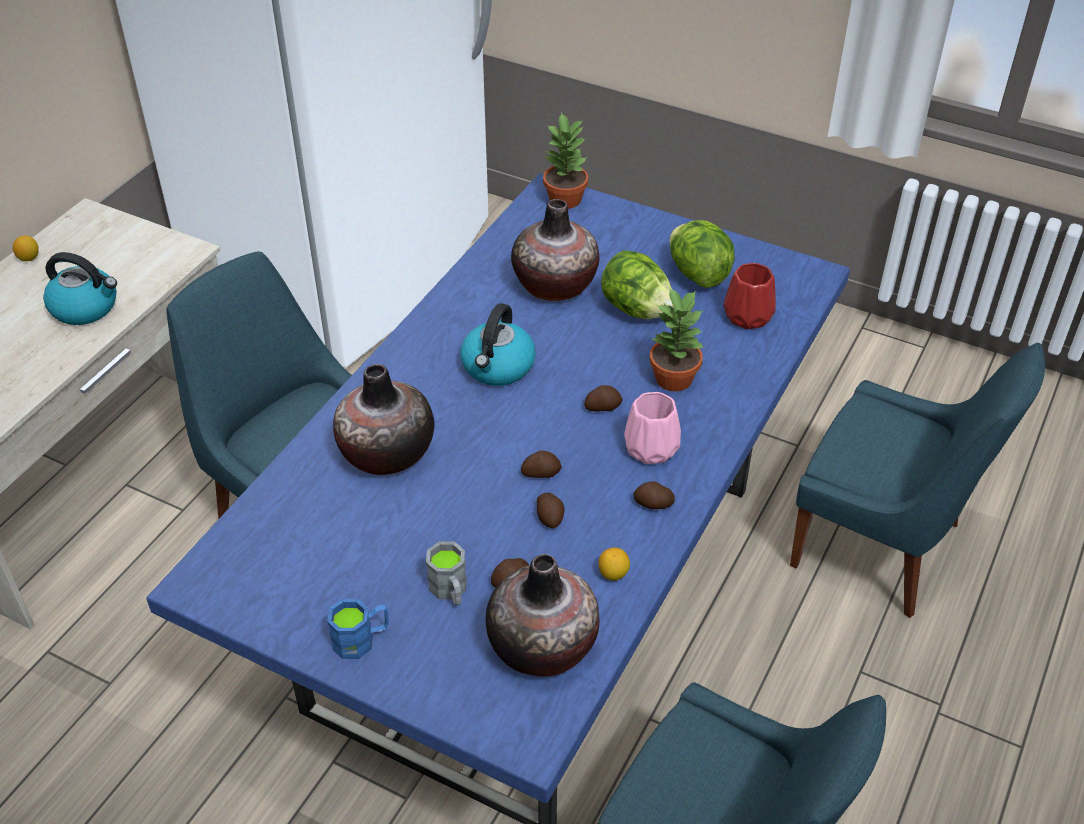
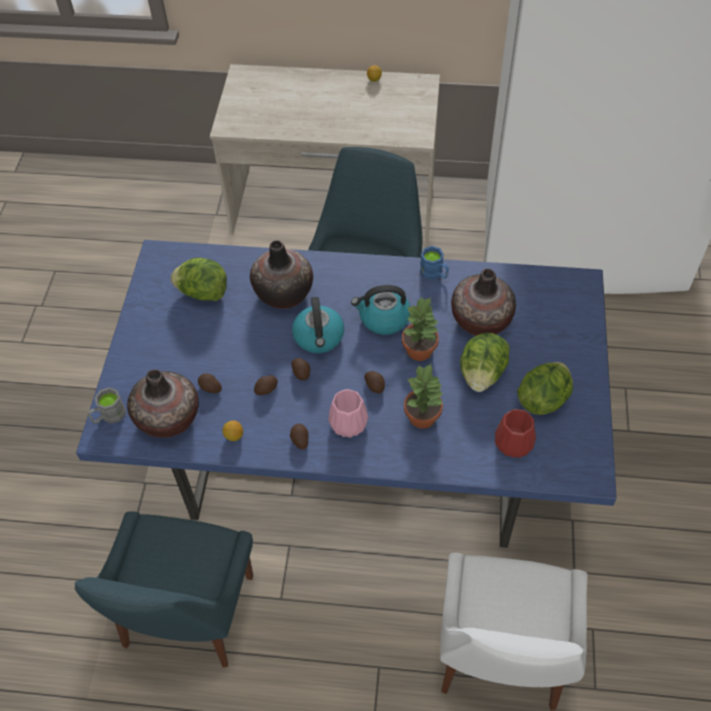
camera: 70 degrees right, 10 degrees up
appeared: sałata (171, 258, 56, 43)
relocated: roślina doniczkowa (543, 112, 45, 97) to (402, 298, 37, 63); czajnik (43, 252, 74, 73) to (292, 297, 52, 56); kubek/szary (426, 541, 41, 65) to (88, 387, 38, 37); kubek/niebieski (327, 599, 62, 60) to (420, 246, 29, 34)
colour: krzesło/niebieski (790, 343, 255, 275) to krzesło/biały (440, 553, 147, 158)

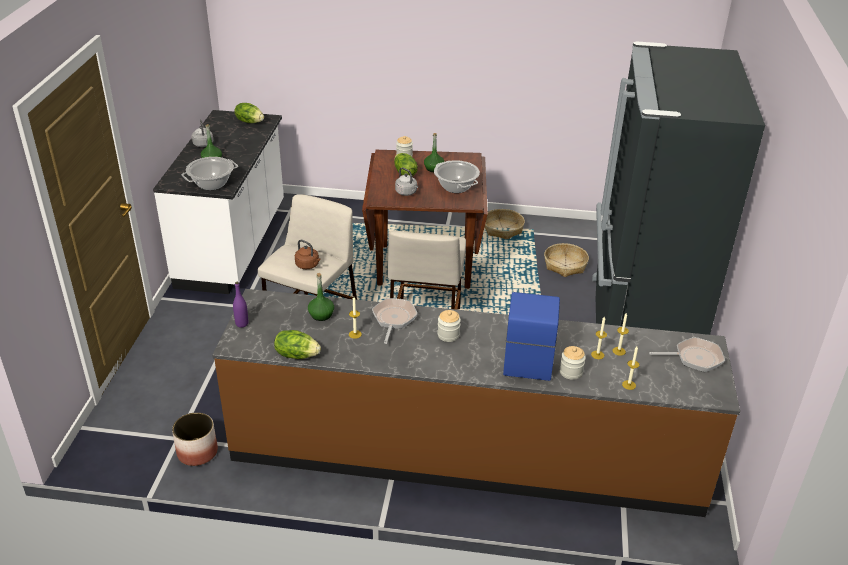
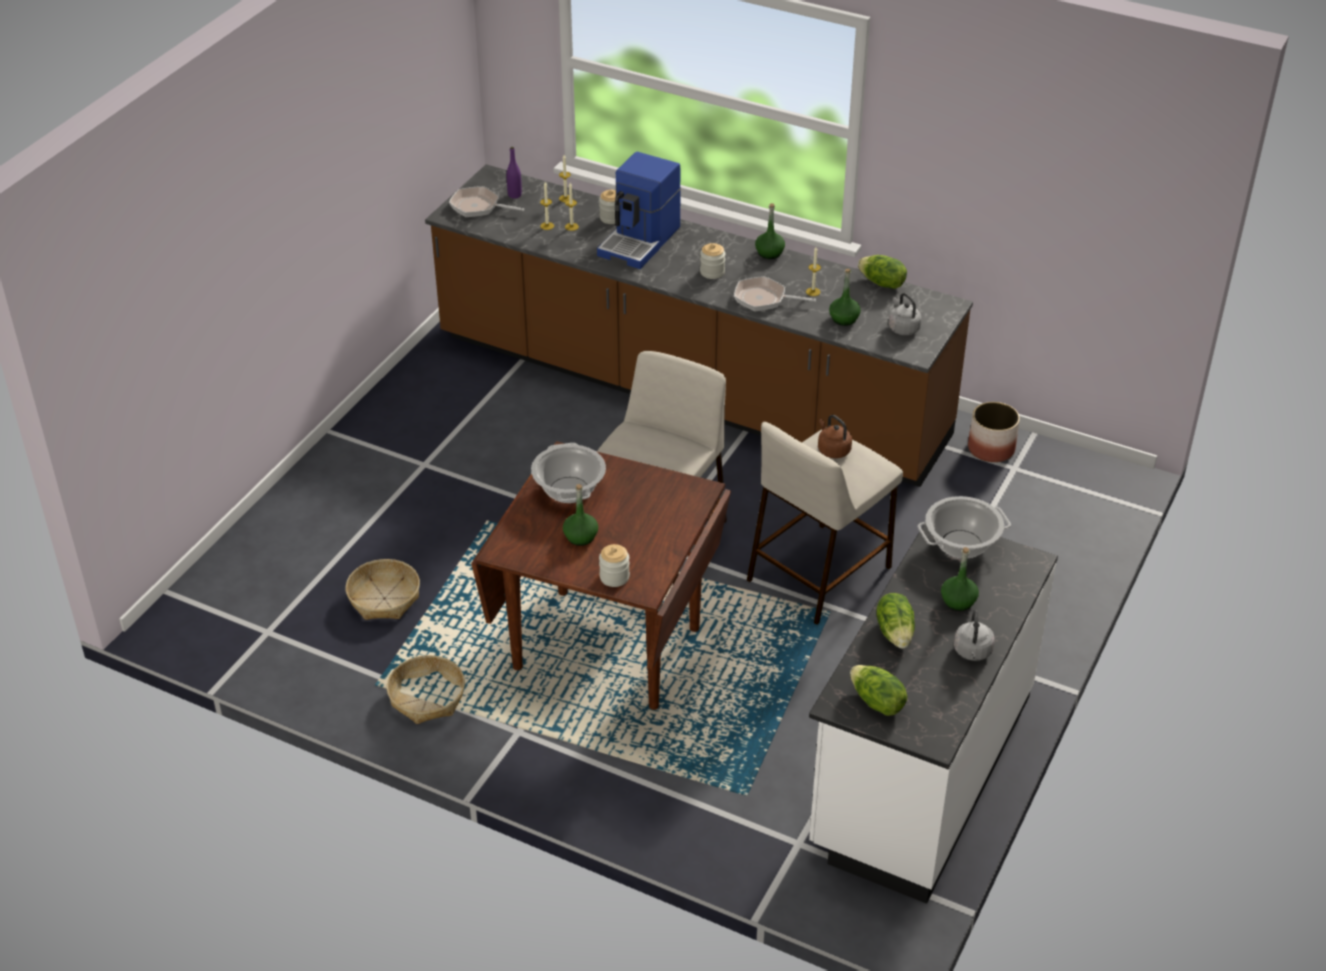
camera: 160 degrees left, 5 degrees up
missing: lodówka/czarny (592, 41, 173, 294)
appeared: butelka/zielony (755, 203, 30, 56)
relocated: sałata (394, 153, 24, 23) to (876, 593, 39, 56); czajnik/szary (395, 167, 23, 29) to (889, 293, 33, 42); butelka/fioletowy (233, 282, 15, 46) to (506, 147, 16, 52)
spun: patelnia (372, 298, 45, 46) = (734, 276, 82, 36) 75 degrees clockwise

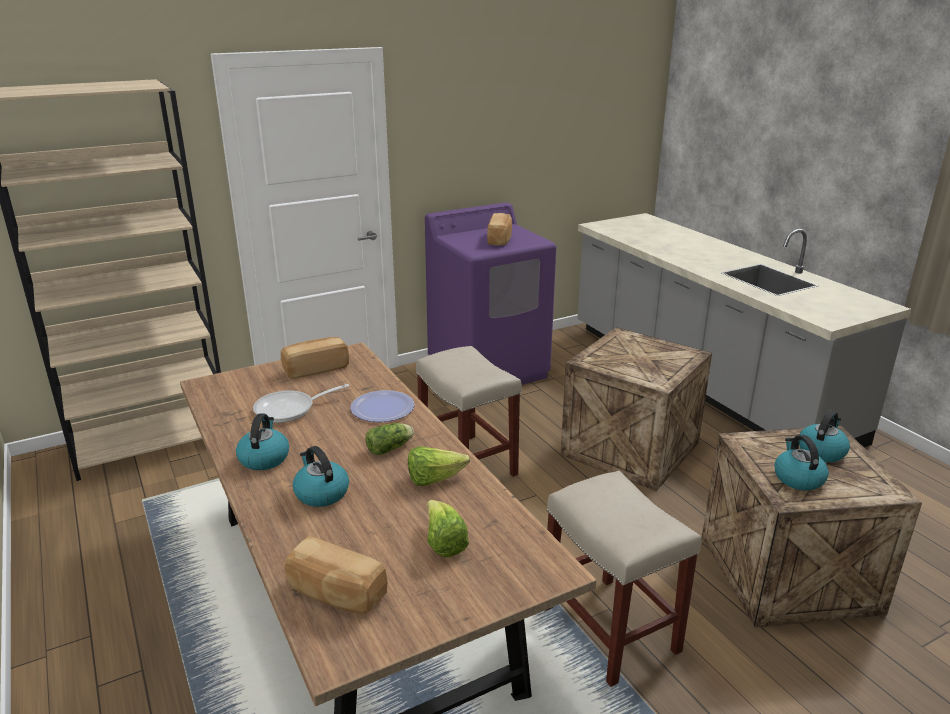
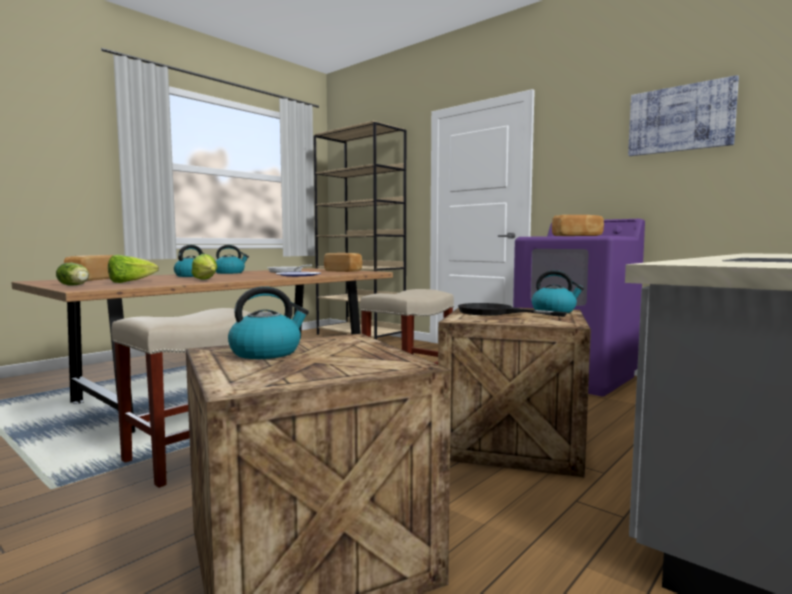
camera: 70 degrees right, 20 degrees down
appeared: obraz (628, 75, 111, 81); patelnia/czarny (458, 303, 109, 14)
relocated: czajnik (799, 411, 51, 51) to (531, 270, 53, 43); sałata (365, 423, 49, 32) to (56, 263, 33, 23)

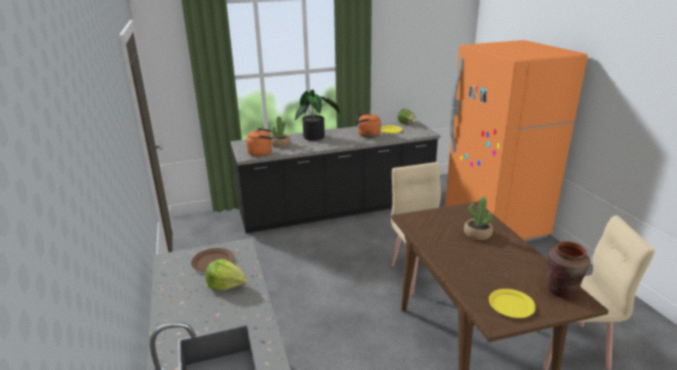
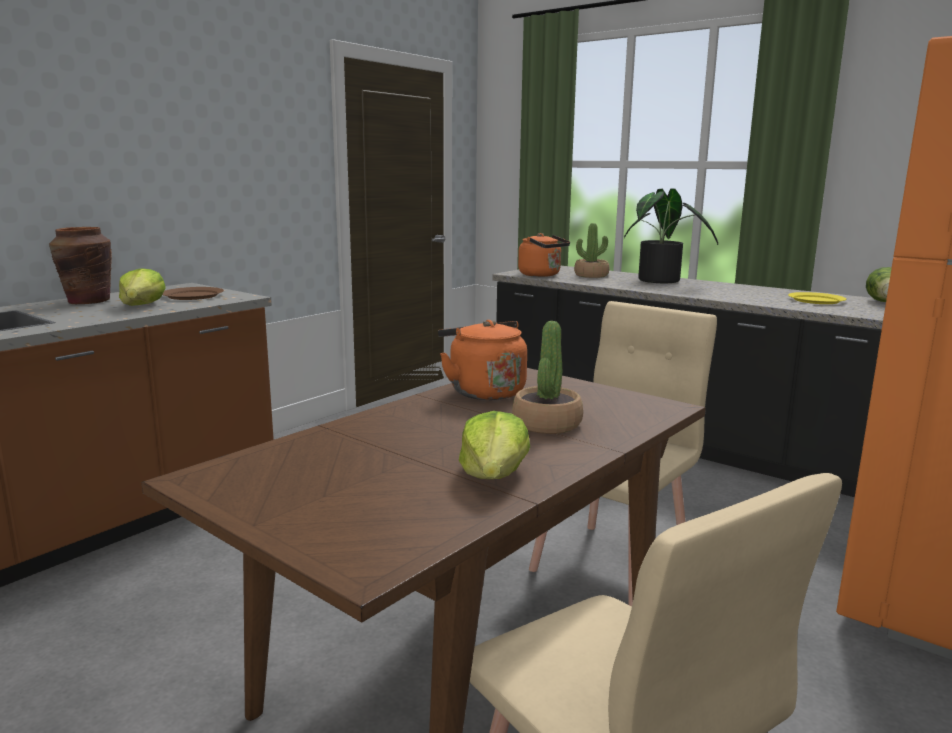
camera: 55 degrees right, 10 degrees down
missing: talerz/żółty (489, 289, 47, 29)
appeared: sałata (459, 411, 71, 68)
relocated: czajnik/pomarańczowy (356, 112, 25, 26) to (438, 320, 89, 80); wazon/brązowy (547, 241, 43, 57) to (49, 227, 63, 77)

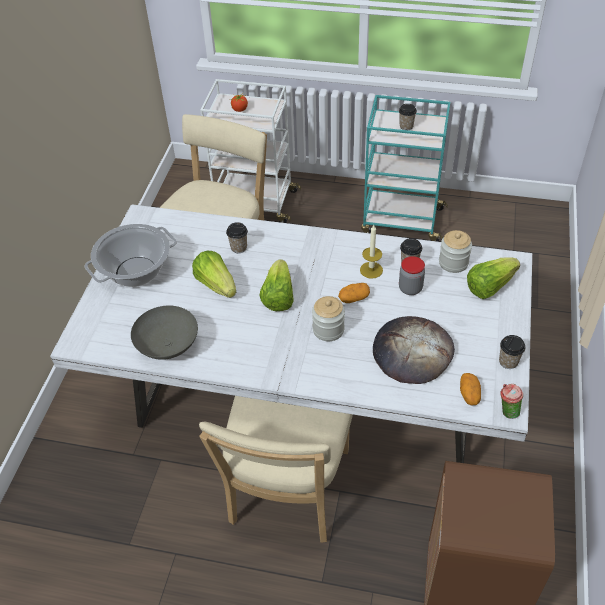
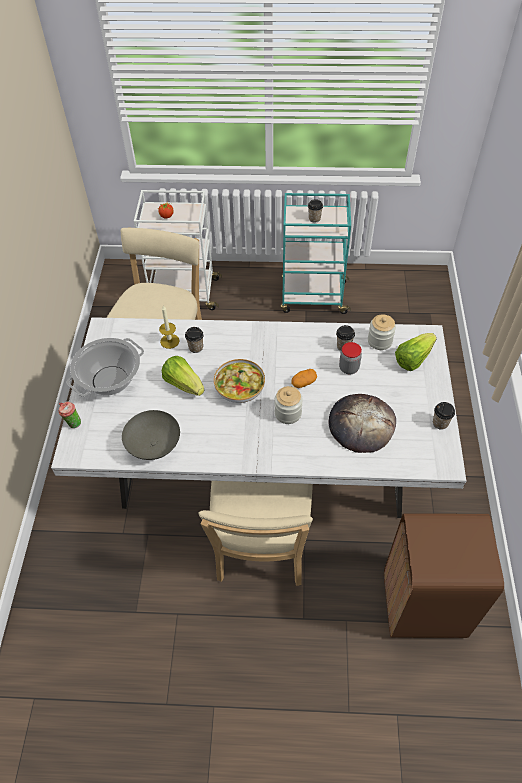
camera: 10 degrees left, 5 degrees up
missing: ziemniak (460, 373, 21, 33)
relocated: świeca (360, 225, 23, 54) to (159, 306, 21, 43); filiżanka (500, 384, 23, 35) to (59, 401, 22, 27)
exchanged: sałata (259, 260, 35, 51) to miska (214, 359, 51, 44)

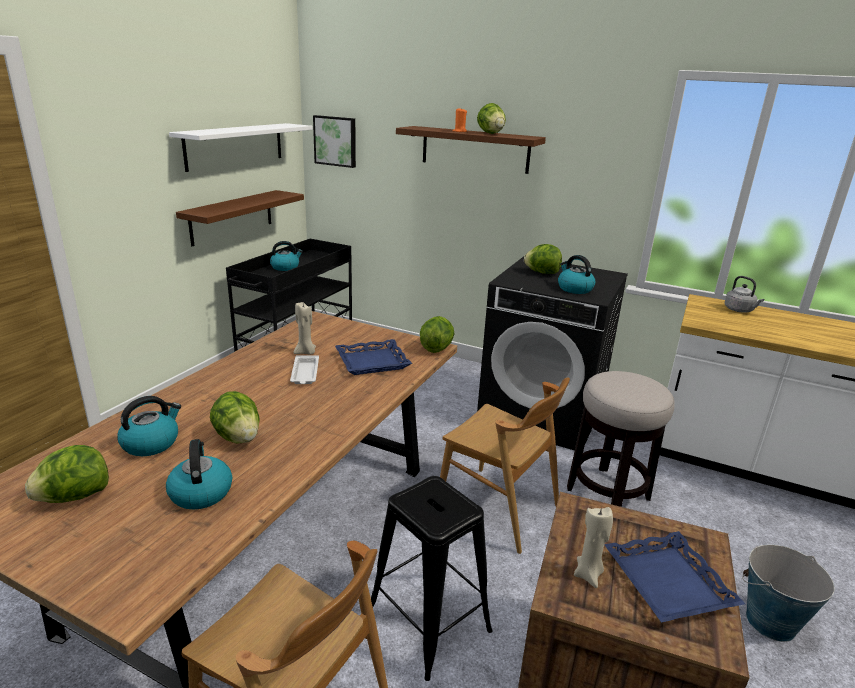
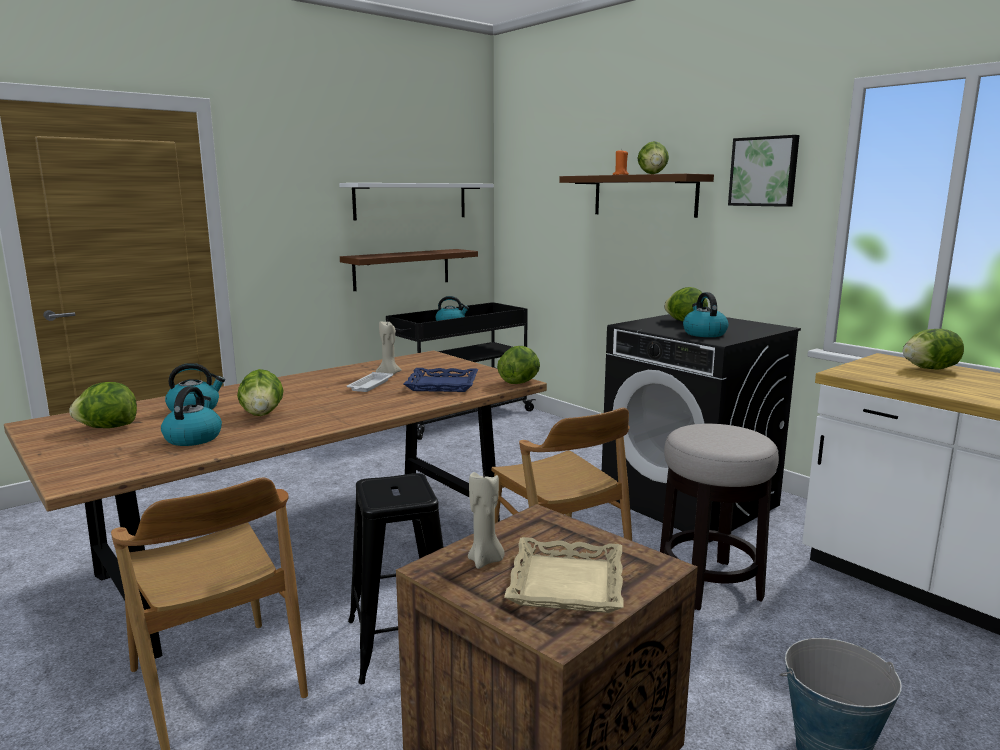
camera: 25 degrees right, 10 degrees down
relocated: obraz (313, 115, 43, 53) to (728, 135, 72, 72)
exchanged: czajnik/szary (725, 276, 39, 36) to sałata (903, 329, 61, 41)
colour: taca/niebieski (604, 531, 141, 92) to taca/beżowy (504, 537, 120, 76)

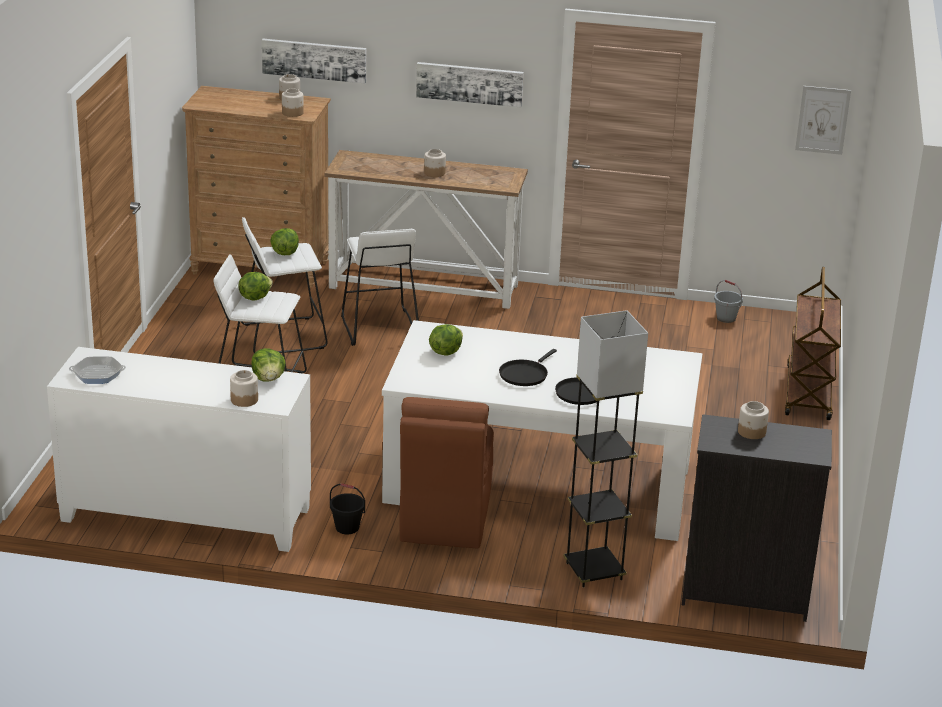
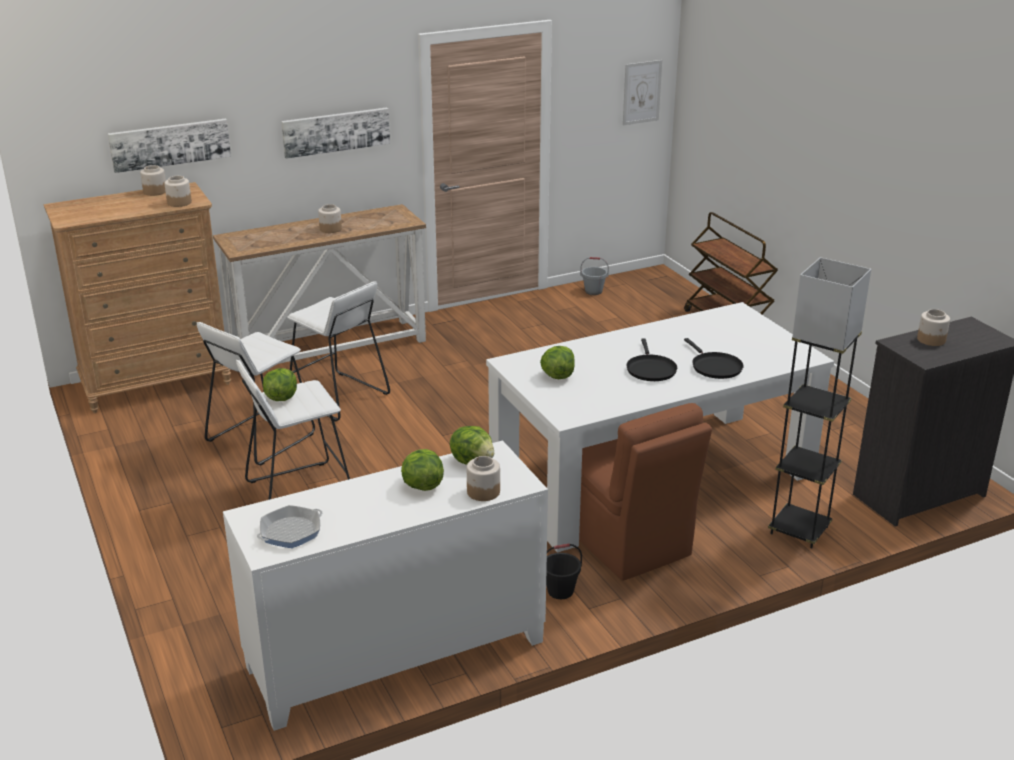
camera: 35 degrees left, 0 degrees up
relocated: sałata (270, 228, 29, 27) to (401, 449, 43, 42)

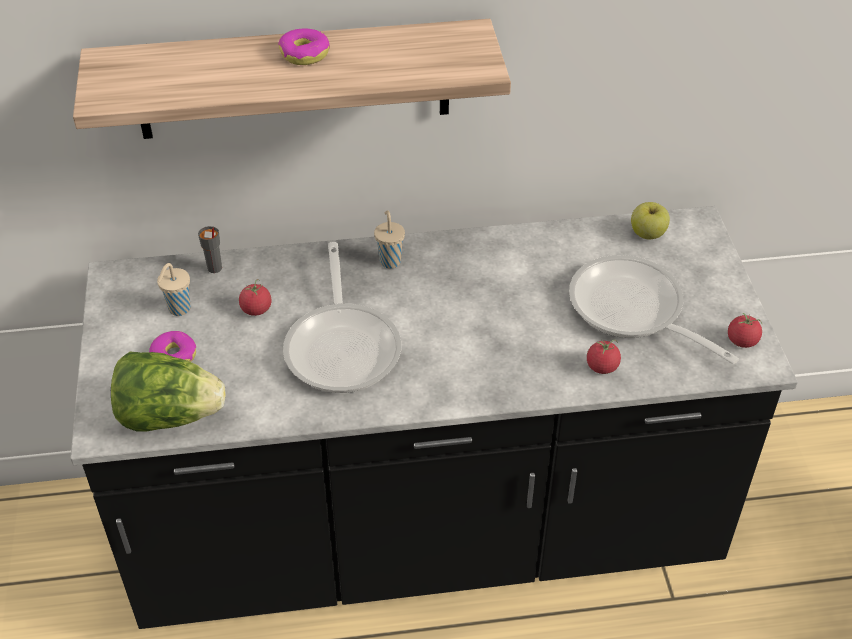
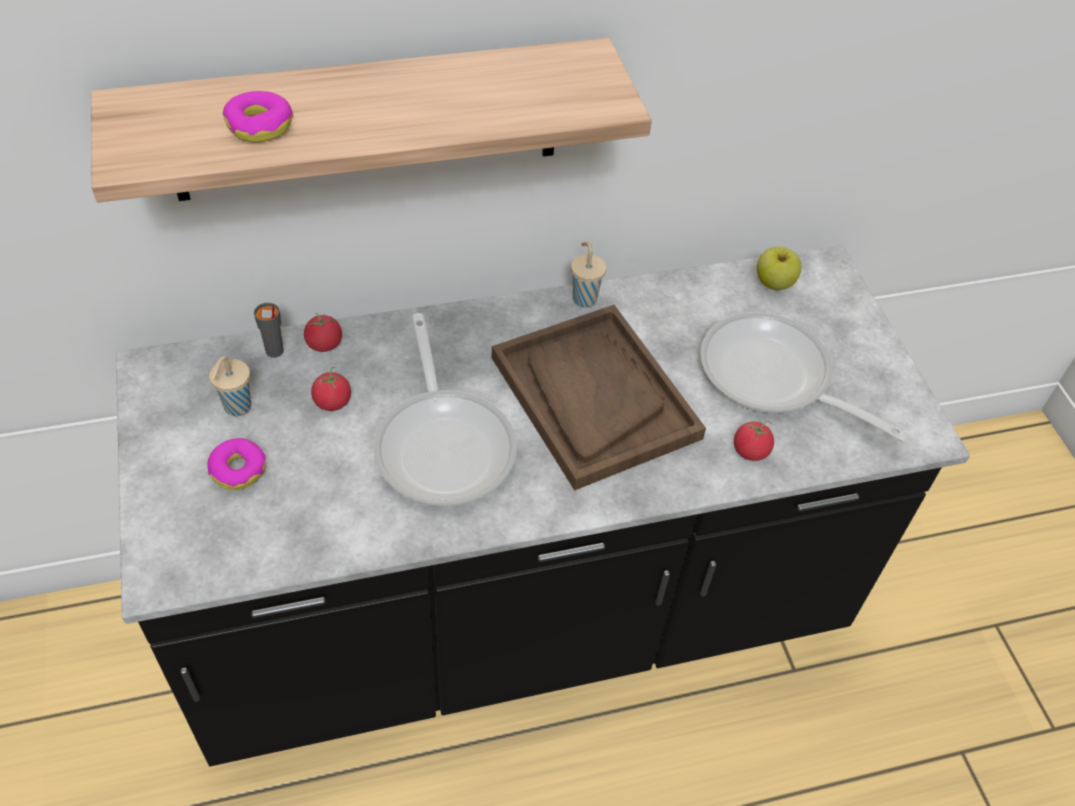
camera: 10 degrees left, 5 degrees up
missing: sałata (111, 352, 115, 79)
appeared: taca/brązowy (492, 305, 214, 185)
relocated: donut (278, 29, 52, 36) to (223, 91, 70, 51); filiżanka/beżowy (374, 210, 31, 58) to (571, 242, 36, 65); pomidor (728, 313, 34, 35) to (304, 313, 38, 39)

